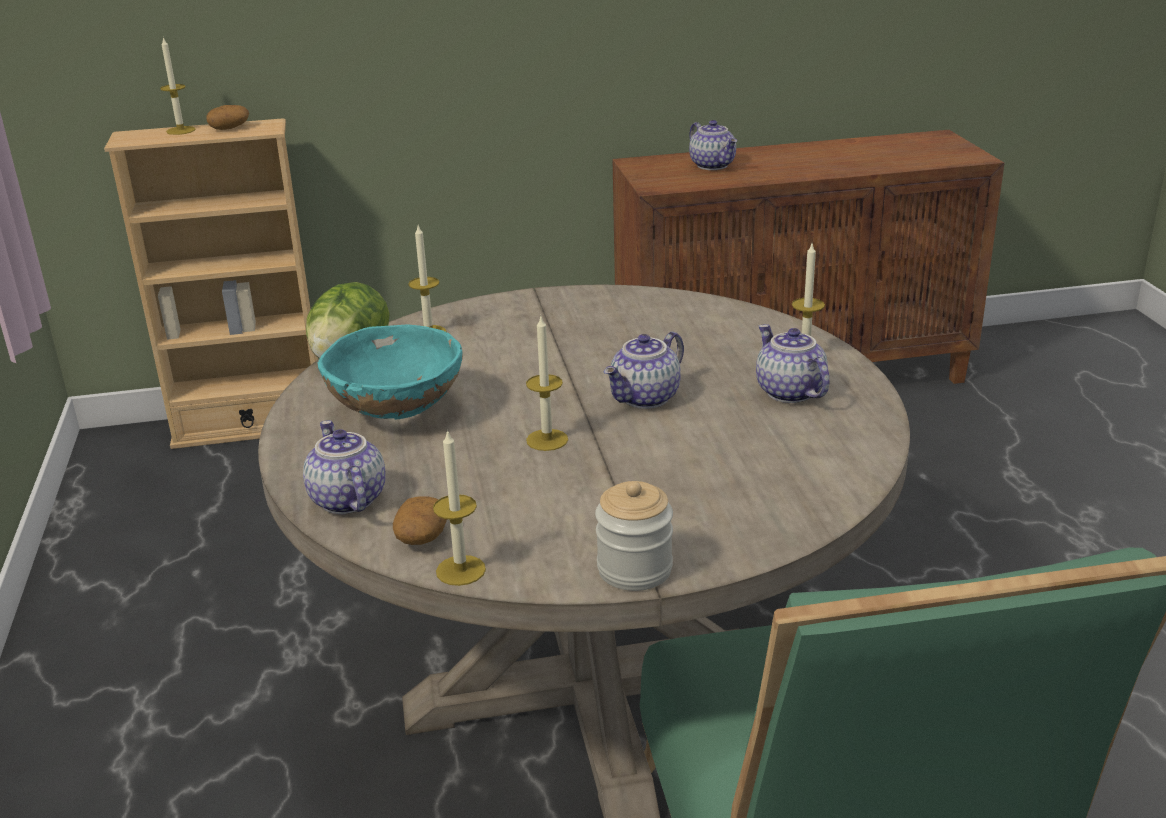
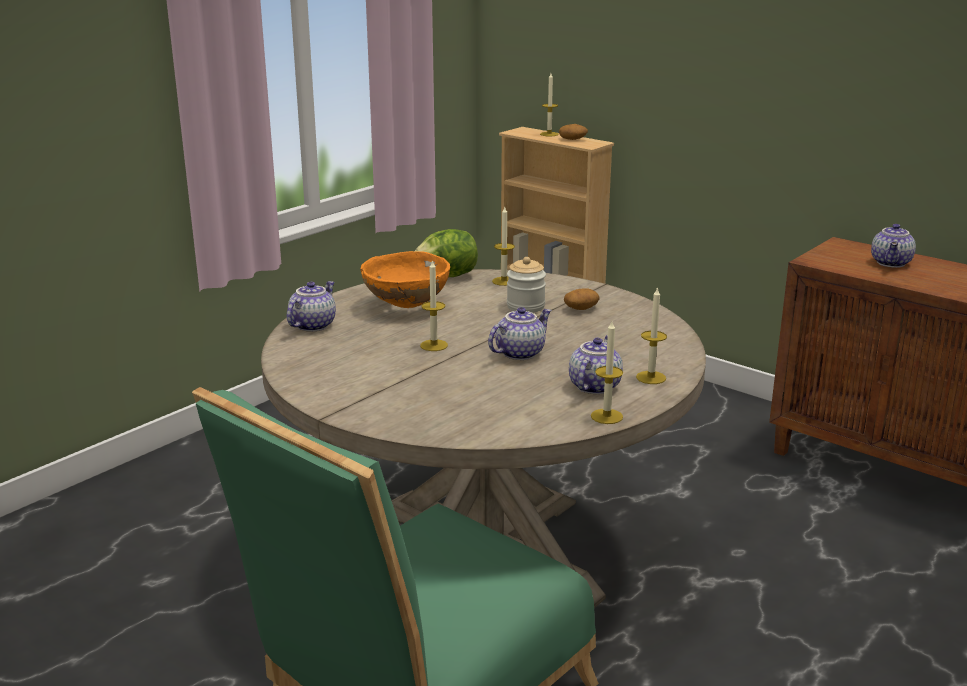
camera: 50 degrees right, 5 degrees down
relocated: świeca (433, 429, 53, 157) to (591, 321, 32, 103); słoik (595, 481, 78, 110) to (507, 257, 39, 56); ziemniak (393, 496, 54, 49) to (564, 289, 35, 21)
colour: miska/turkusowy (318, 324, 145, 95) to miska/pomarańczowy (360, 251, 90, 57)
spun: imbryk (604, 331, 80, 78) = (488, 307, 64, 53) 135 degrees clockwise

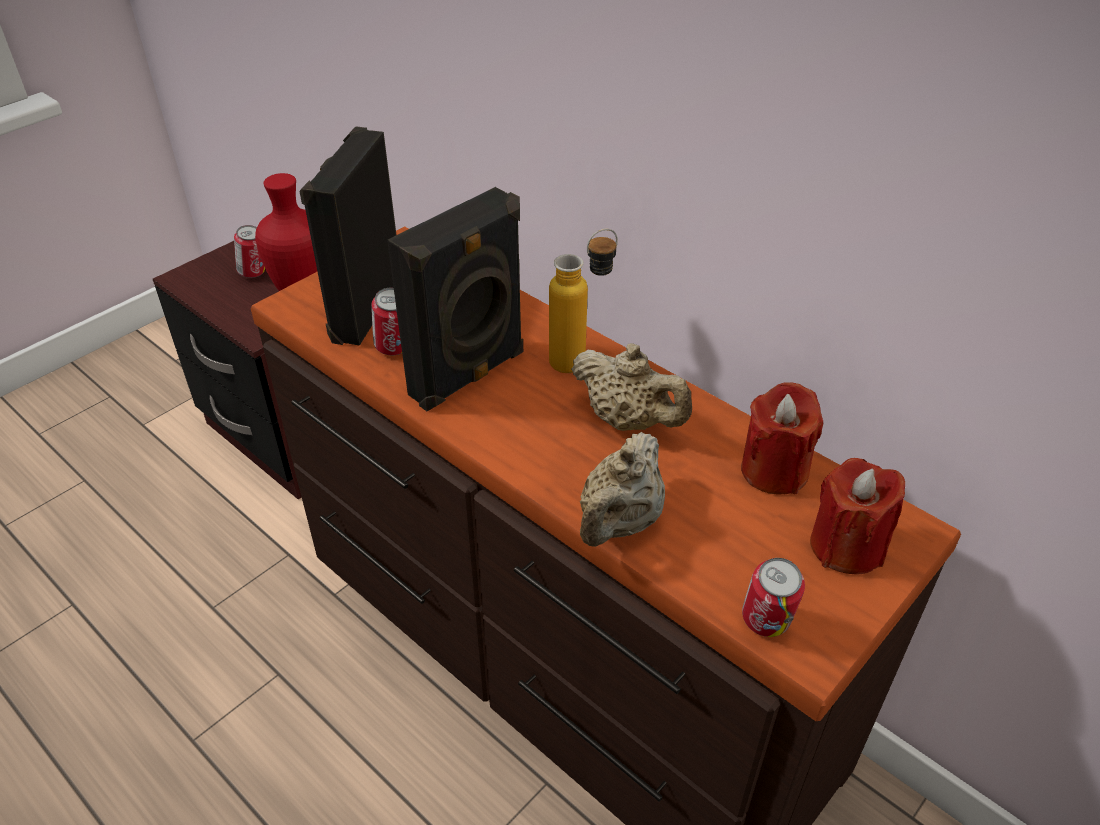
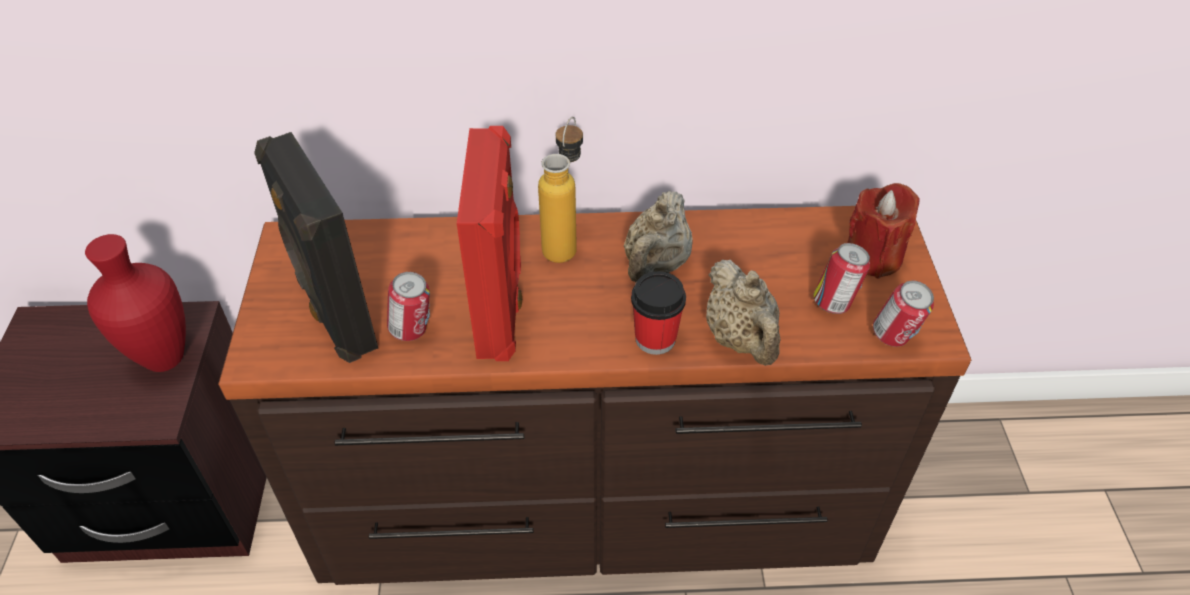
camera: 45 degrees left, 5 degrees up
missing: świeca/czerwony (741, 382, 82, 113)
appeared: filiżanka (631, 271, 55, 84)
relocated: puszka (234, 225, 31, 53) to (813, 243, 57, 71)
colour: głośnik/czarny (387, 187, 136, 224) to głośnik/czerwony (457, 126, 65, 235)
spun: imbryk/beżowy (571, 343, 121, 88) = (624, 191, 69, 91) 120 degrees clockwise

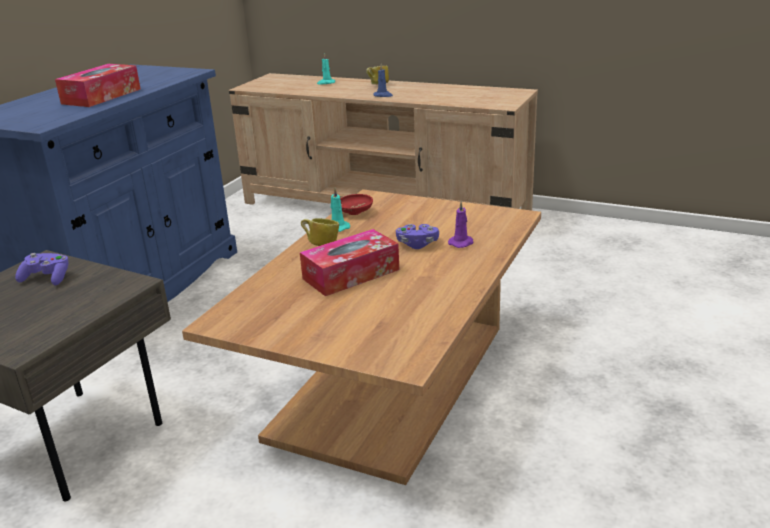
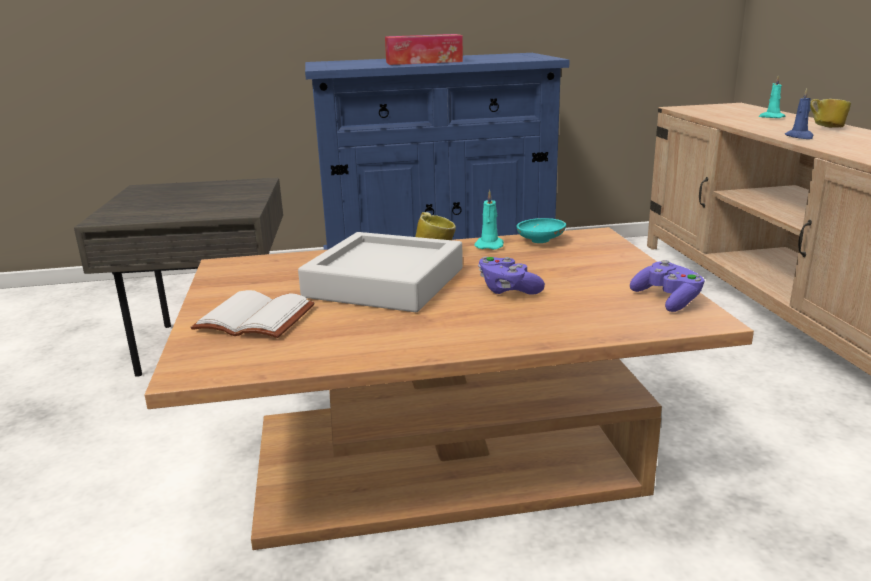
camera: 55 degrees right, 5 degrees down
missing: świeca/fioletowy (448, 201, 26, 47)
appeared: książka/biały (190, 290, 124, 48)
relocated: pad do gier/fioletowy (15, 253, 54, 32) to (630, 260, 75, 52)
exchanged: pudełko chusteczek (300, 229, 99, 67) to taca/szary (298, 232, 165, 80)
colour: miska/czerwony (340, 194, 33, 21) to miska/turkusowy (517, 218, 49, 25)

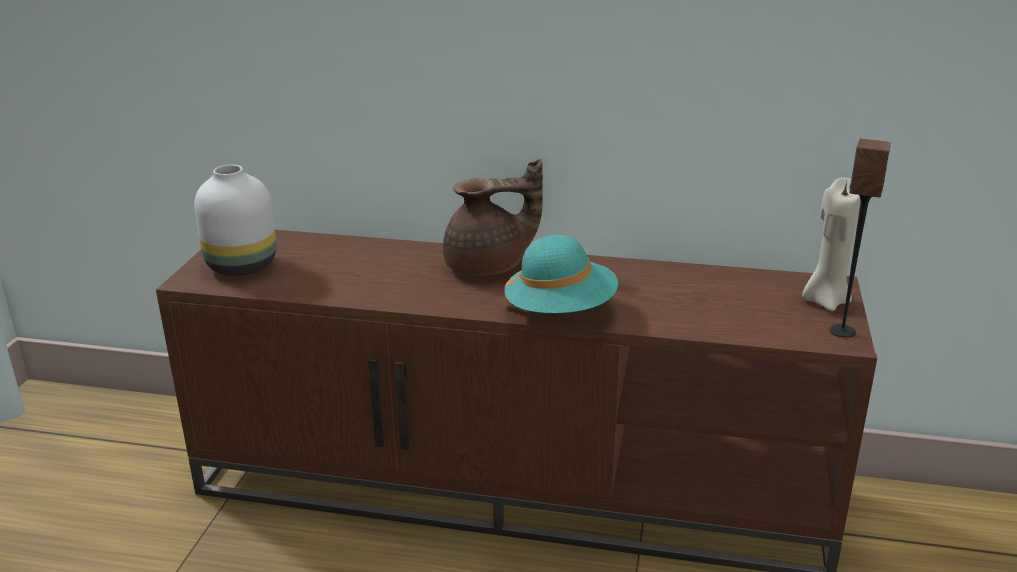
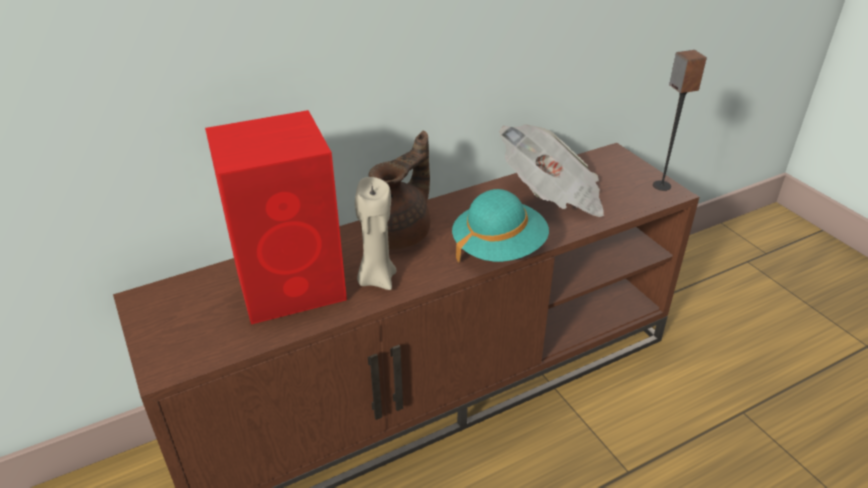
camera: 40 degrees left, 10 degrees up
missing: wazon/biały (194, 165, 82, 111)
appeared: głośnik/czerwony (205, 110, 142, 214); gazeta (500, 125, 104, 92)
relocated: świeca/beżowy (802, 177, 59, 134) to (355, 177, 42, 113)

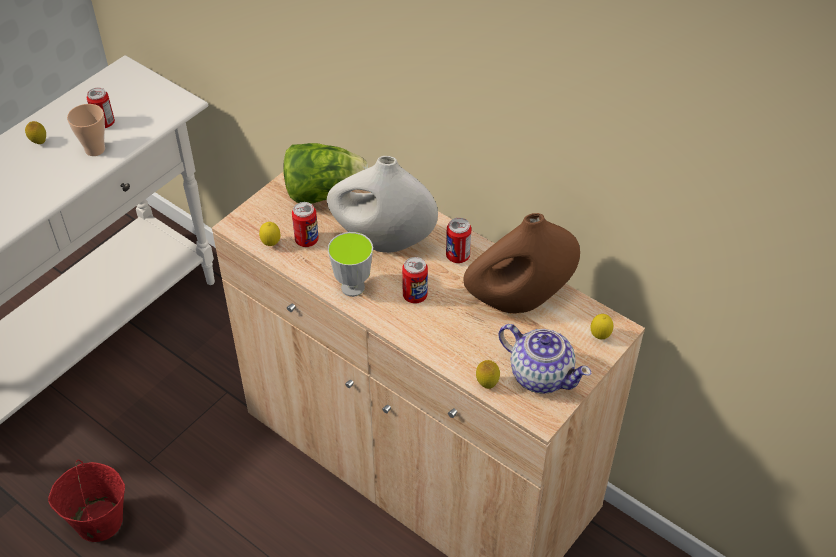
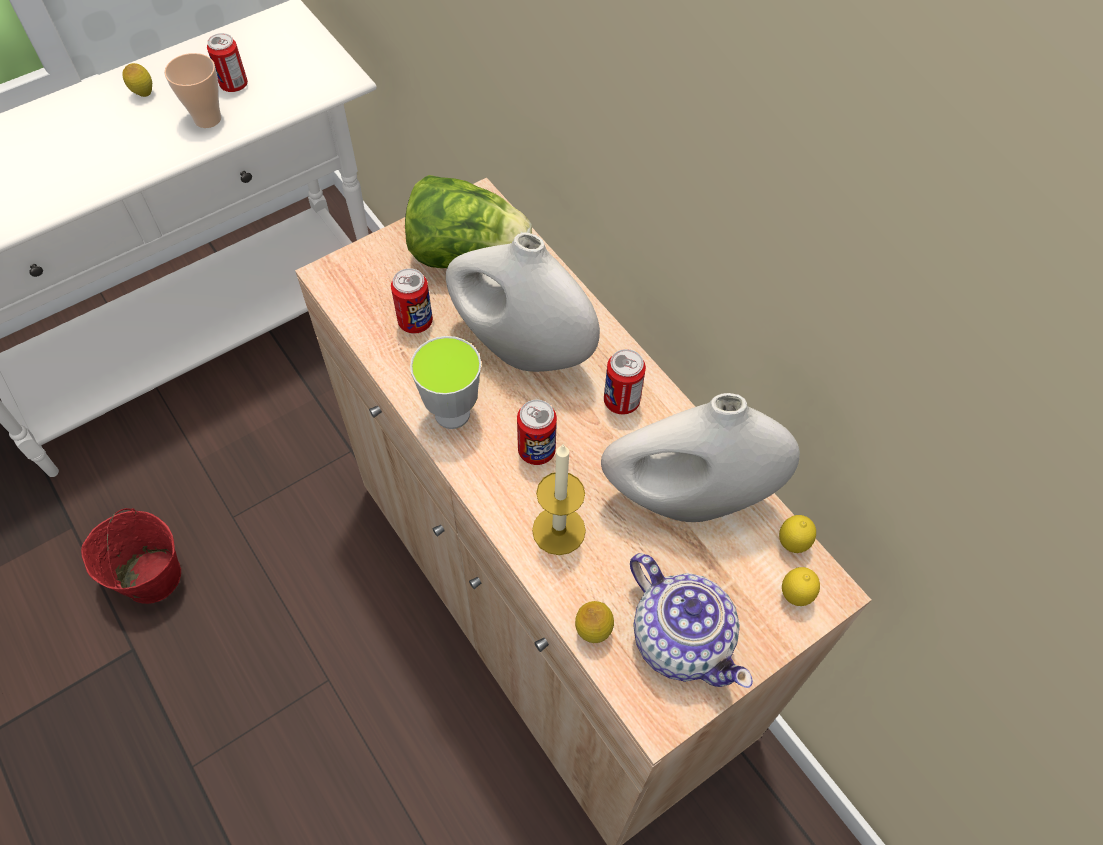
camera: 15 degrees right, 10 degrees up
appeared: świeca (532, 444, 54, 111)
relocated: cytryna (259, 222, 21, 24) to (779, 515, 37, 38)
colour: wazon/brązowy (463, 213, 117, 100) to wazon/biały (601, 393, 199, 129)

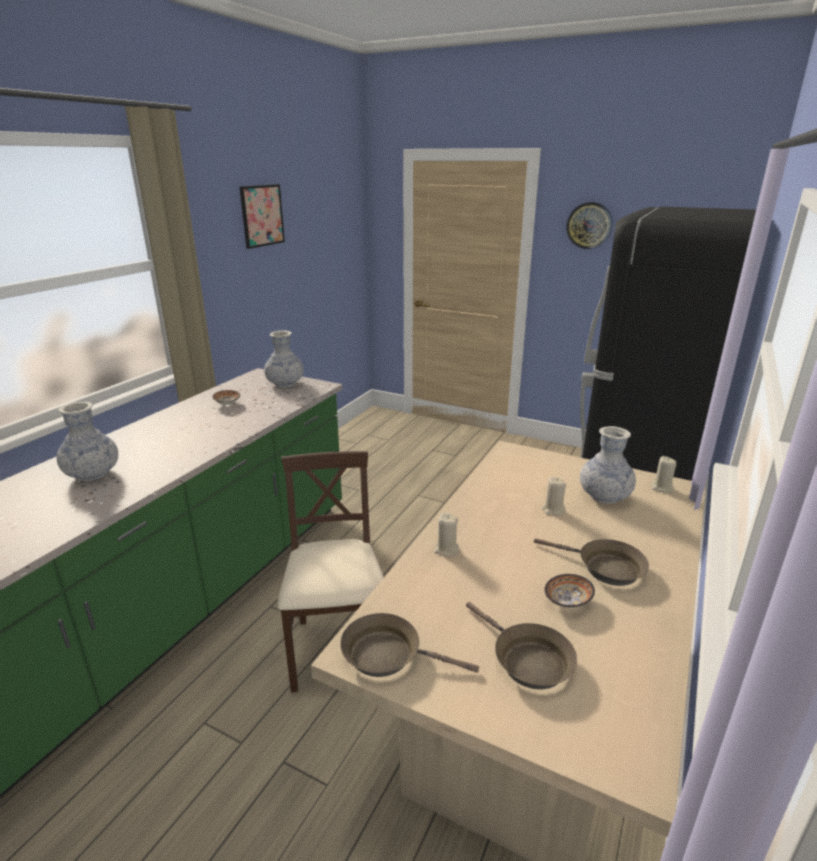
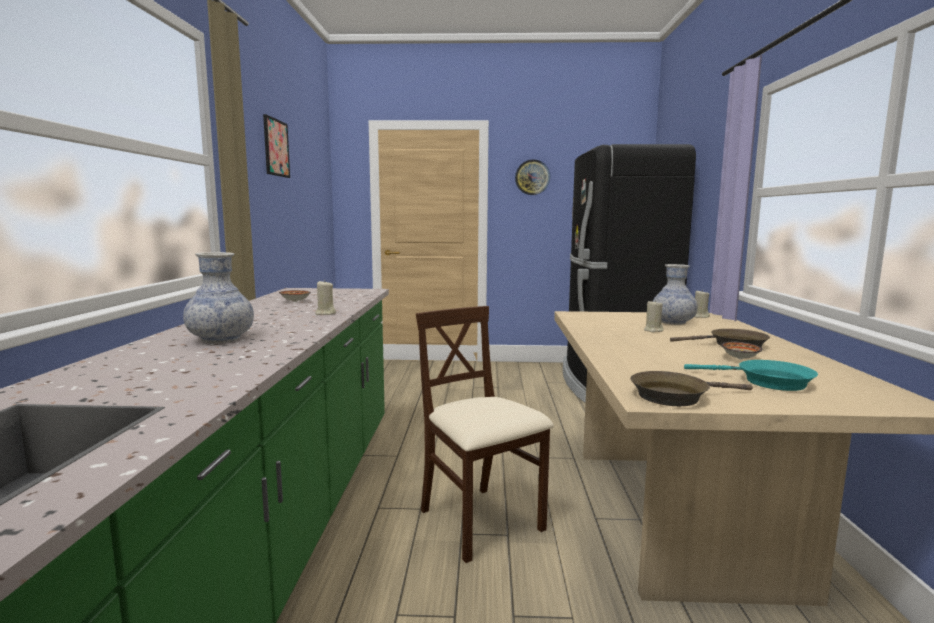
camera: 25 degrees left, 15 degrees down
missing: wazon (264, 330, 40, 57)
relocated: świeca/beżowy (434, 513, 25, 44) to (315, 280, 21, 35)
colour: patelnia/brązowy (466, 602, 111, 87) to patelnia/turkusowy (684, 360, 134, 31)

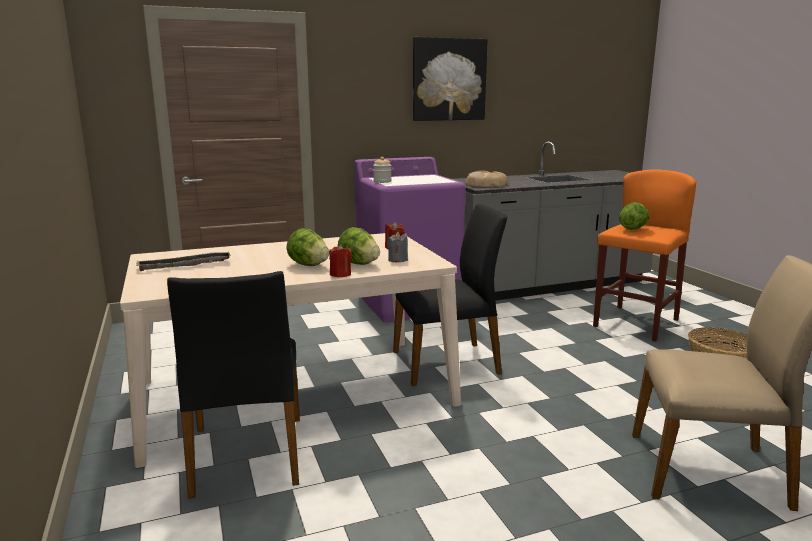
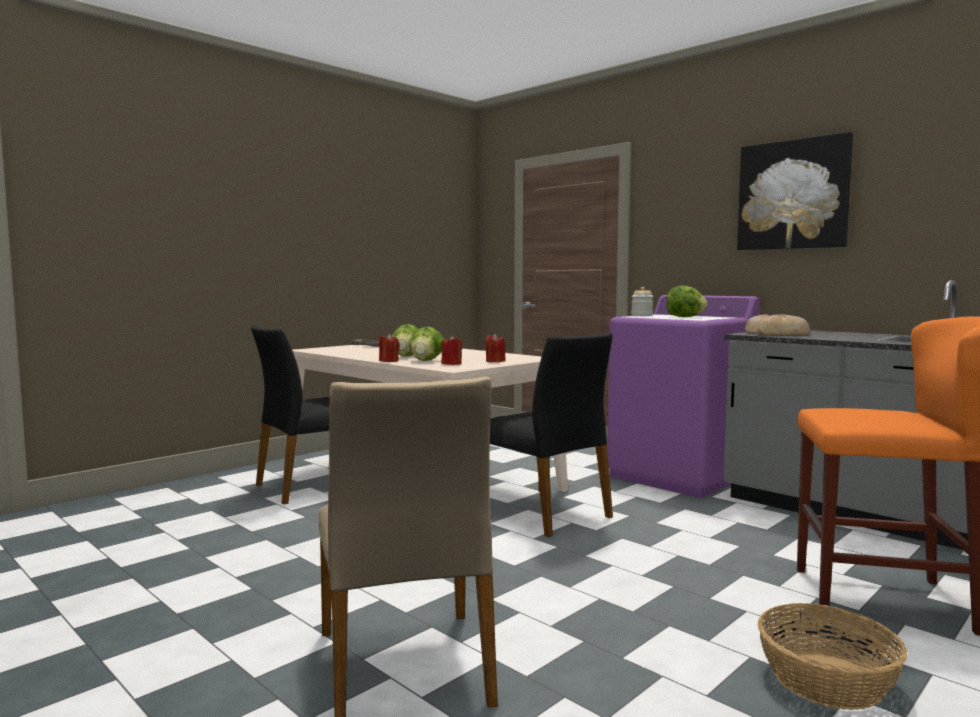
camera: 65 degrees right, 10 degrees down
relocated: sałata (619, 202, 30, 28) to (666, 285, 41, 32)
colour: świeca/szary (388, 232, 20, 30) to świeca/czerwony (441, 336, 22, 29)

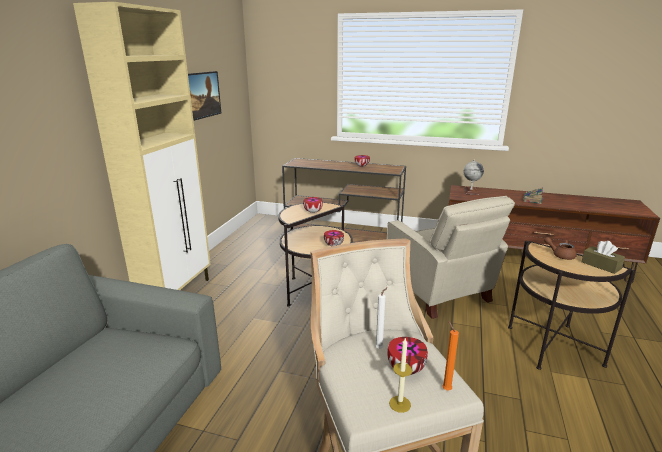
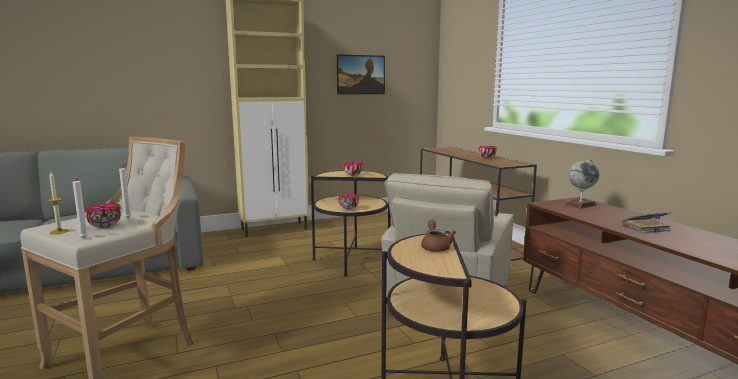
camera: 50 degrees right, 10 degrees down
missing: pudełko chusteczek/brązowy (581, 241, 44, 33)
colour: świeca/pomarańczowy (442, 321, 17, 69) to świeca/biały (73, 174, 15, 64)

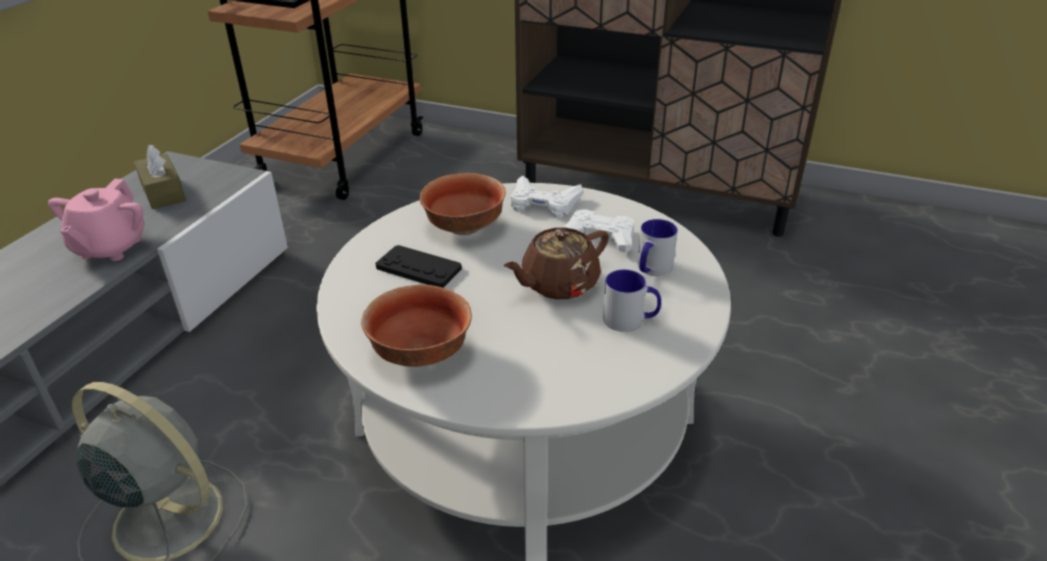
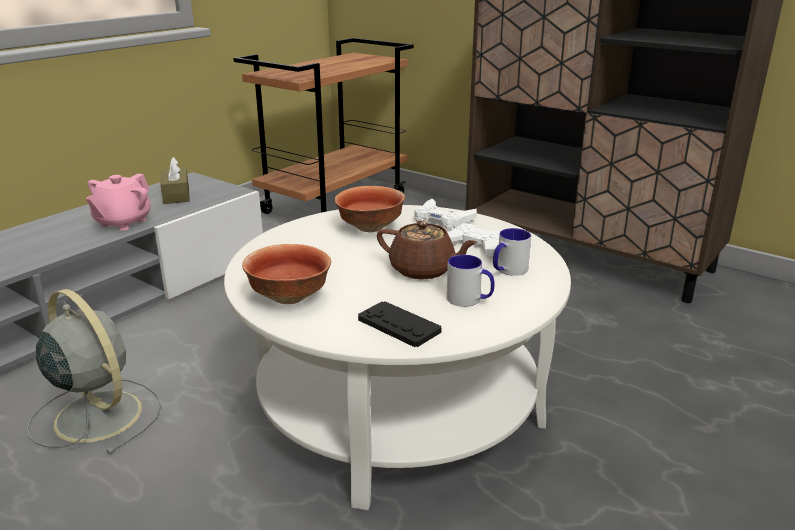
camera: 15 degrees right, 10 degrees down
relocated: pad do gier/czarny (376, 245, 86, 43) to (358, 301, 84, 46)
spun: imbryk/brązowy (504, 228, 105, 71) = (377, 220, 100, 60) 135 degrees counterclockwise

